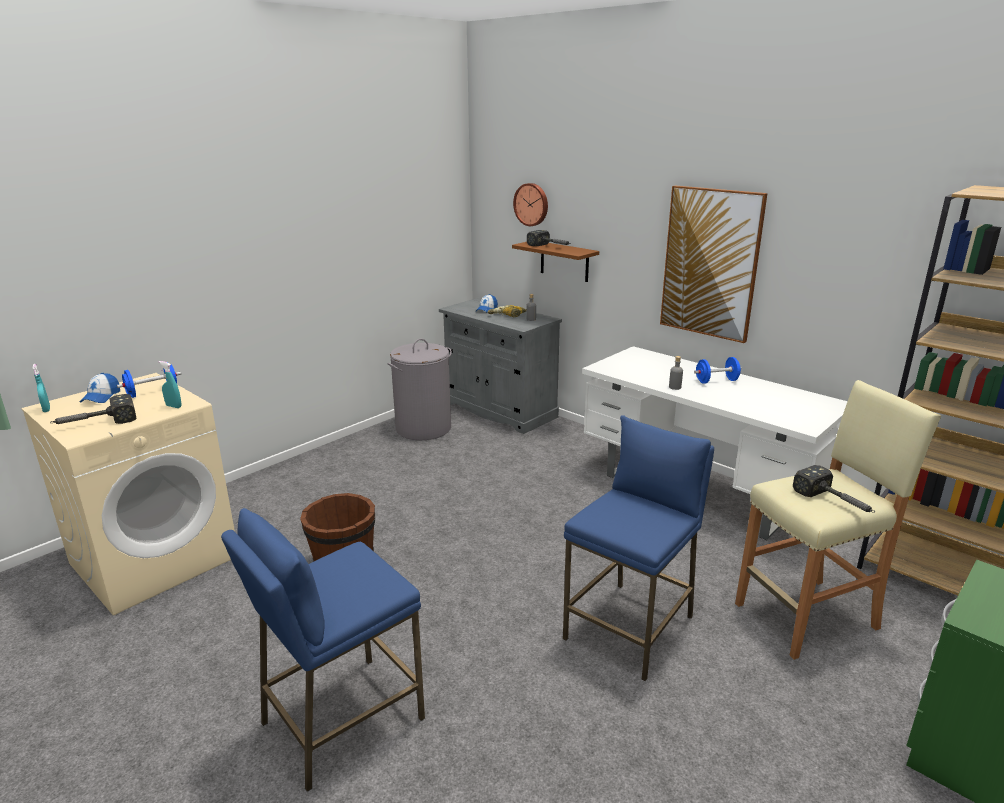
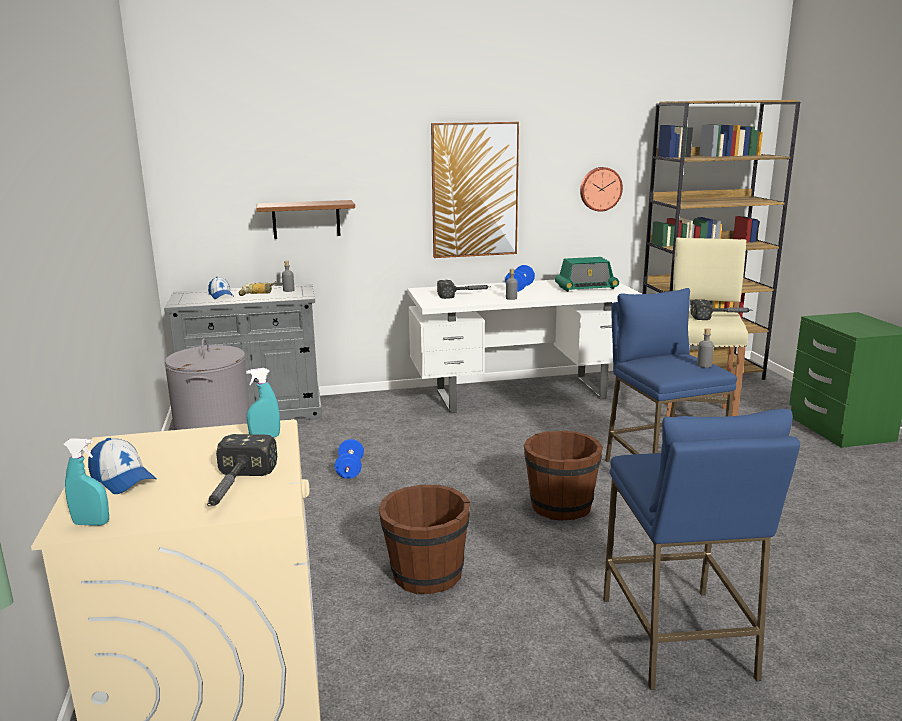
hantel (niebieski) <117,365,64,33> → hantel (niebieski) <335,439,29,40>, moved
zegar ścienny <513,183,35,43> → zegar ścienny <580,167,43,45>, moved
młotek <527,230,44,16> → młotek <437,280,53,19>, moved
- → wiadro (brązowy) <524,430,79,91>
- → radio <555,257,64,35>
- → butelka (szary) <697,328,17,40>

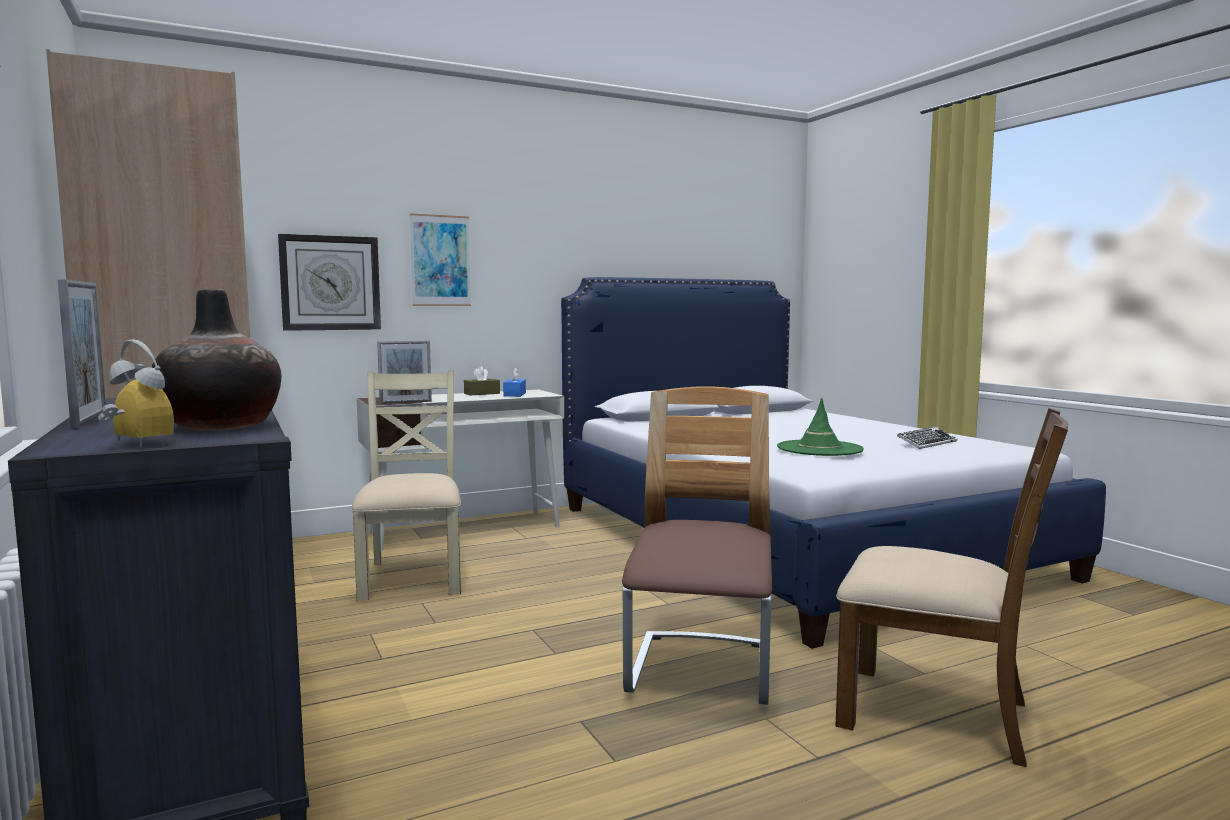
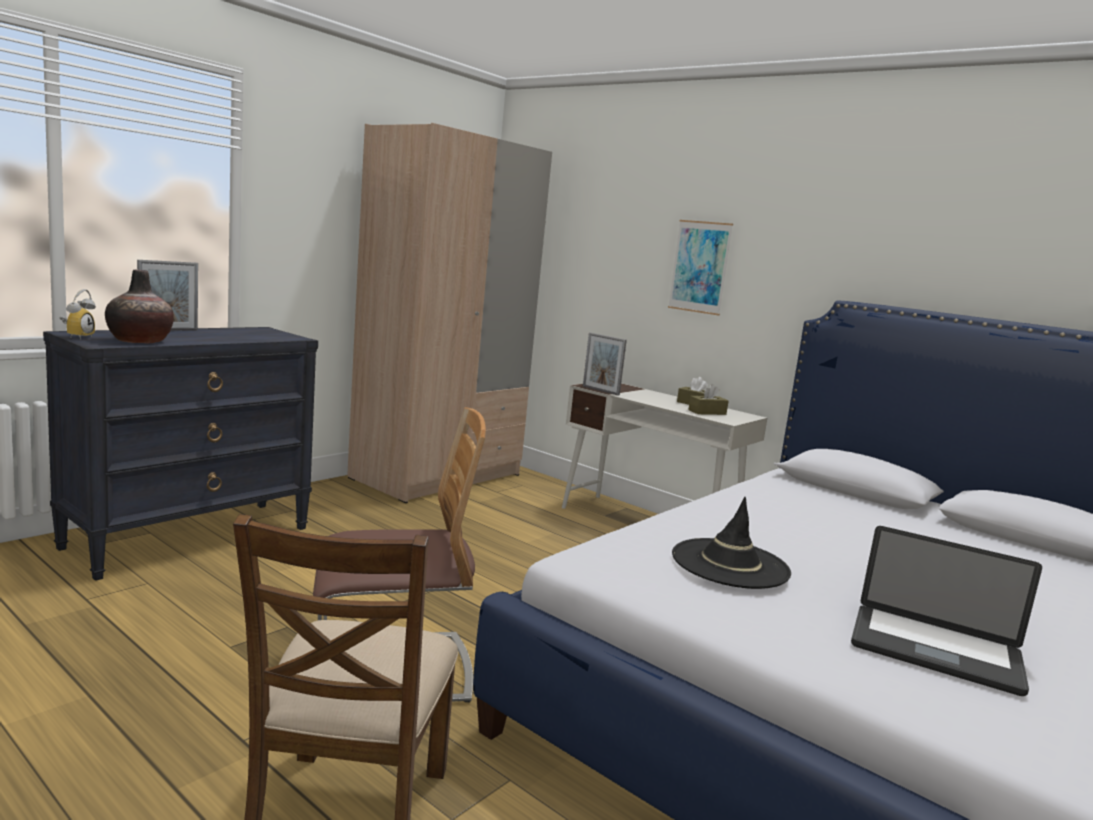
zegar ścienny <278,234,103,97> → -
krzesło (beżowy) <351,370,110,231> → -
pudełko chusteczek (niebieski) <503,367,23,30> → pudełko chusteczek (brązowy) <688,384,41,31>
kapelusz (zielony) <777,398,87,58> → kapelusz (czarny) <672,497,119,92>
klawiatura <897,427,60,22> → laptop <851,526,191,170>

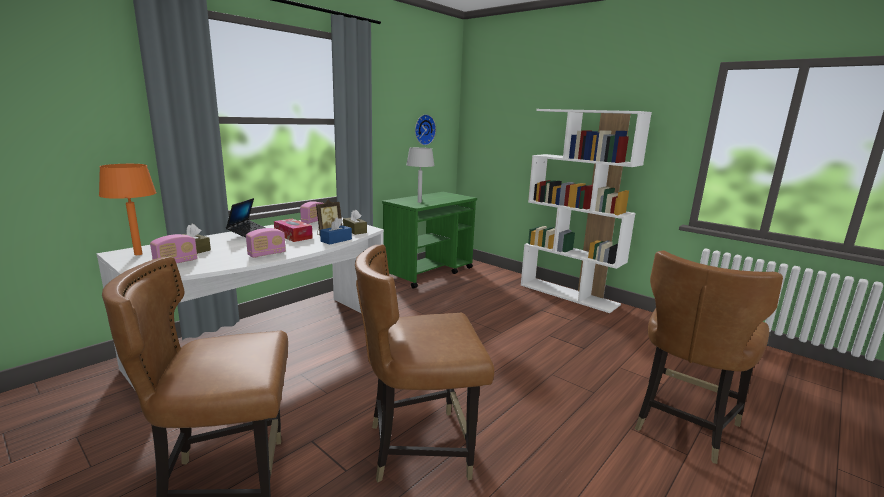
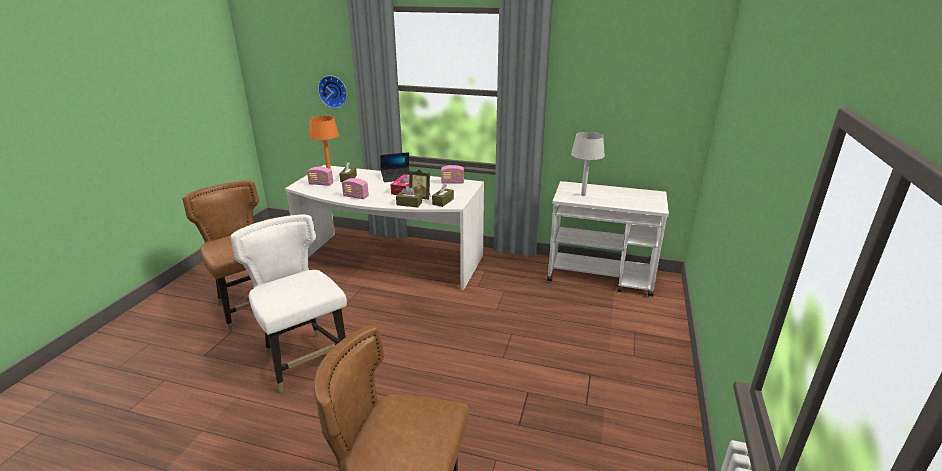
pudełko chusteczek (niebieski) <320,217,32,28> → pudełko chusteczek (brązowy) <396,186,26,21>
krzesło (brązowy) <355,245,139,238> → krzesło (biały) <231,214,116,179>
wózek (zielony) <382,192,95,97> → wózek (biały) <547,181,122,116>
zegar ścienny <415,114,21,31> → zegar ścienny <318,76,29,33>, moved
regał (biały) <521,109,131,204> → -

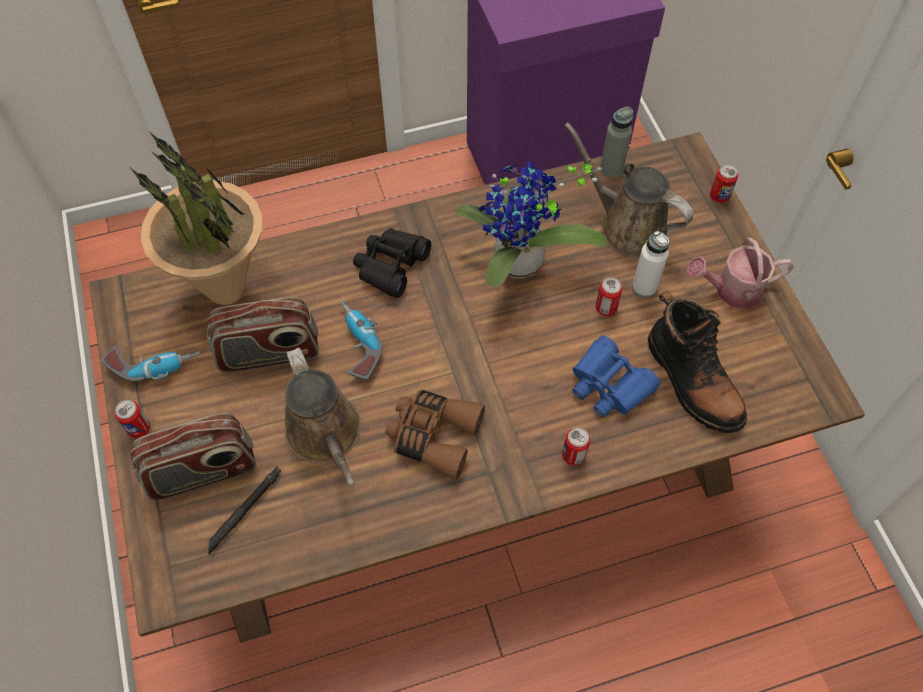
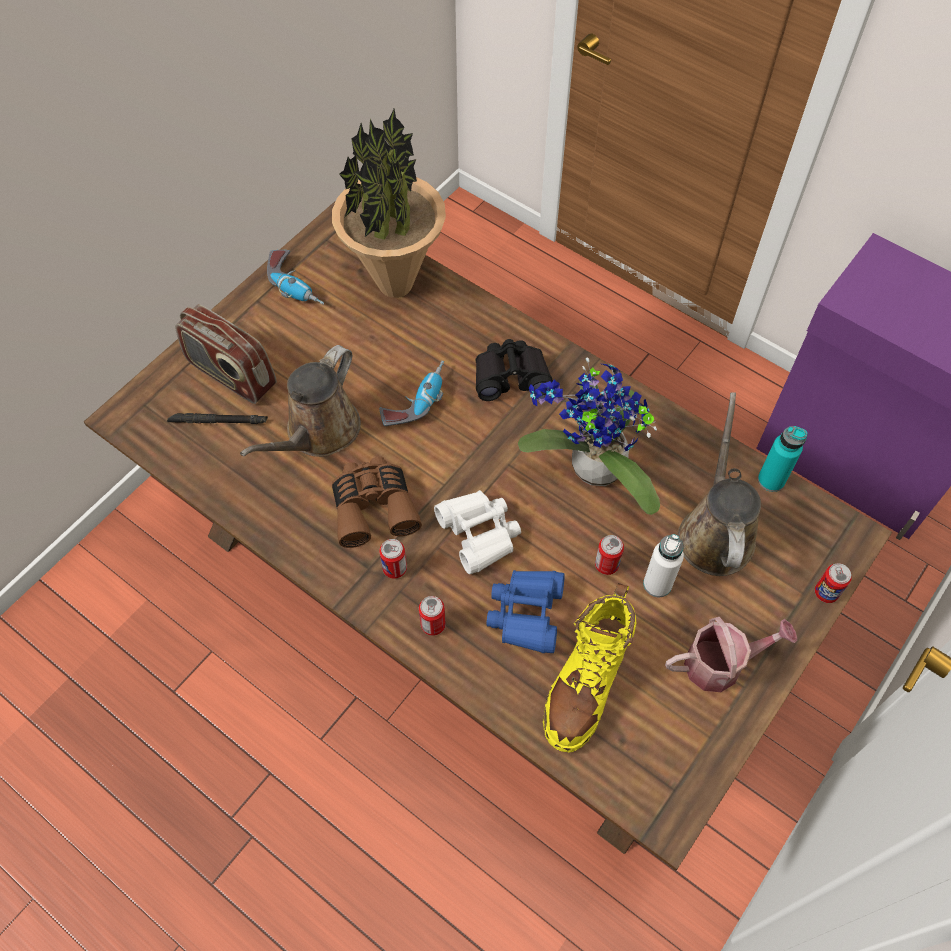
puszka <115,400,35,38> → puszka <379,539,28,40>, moved
radio <207,297,112,76> → -
butelka (szary) <600,106,33,71> → butelka (turkusowy) <758,426,50,66>
but z cholewką (czarny) <648,290,99,143> → but z cholewką (żółty) <543,583,94,170>
konewka <686,237,108,72> → konewka <665,617,132,75>, 120 degrees clockwise
- → lornetka (biały) <434,490,87,84>

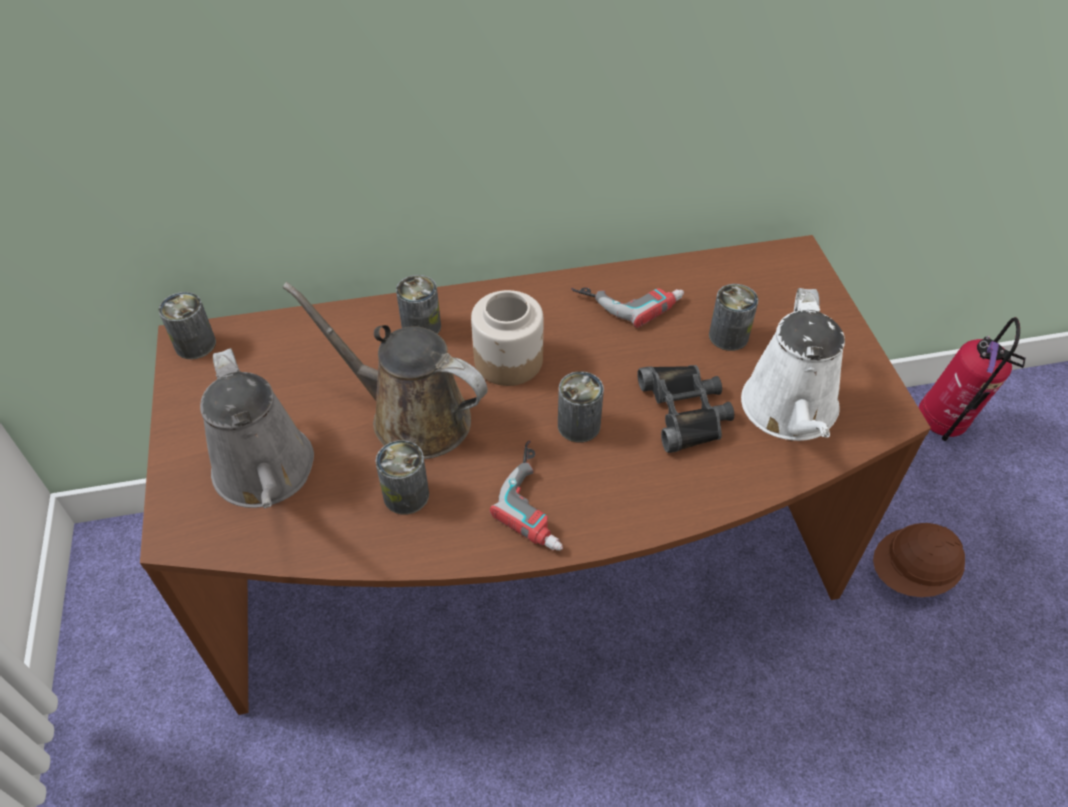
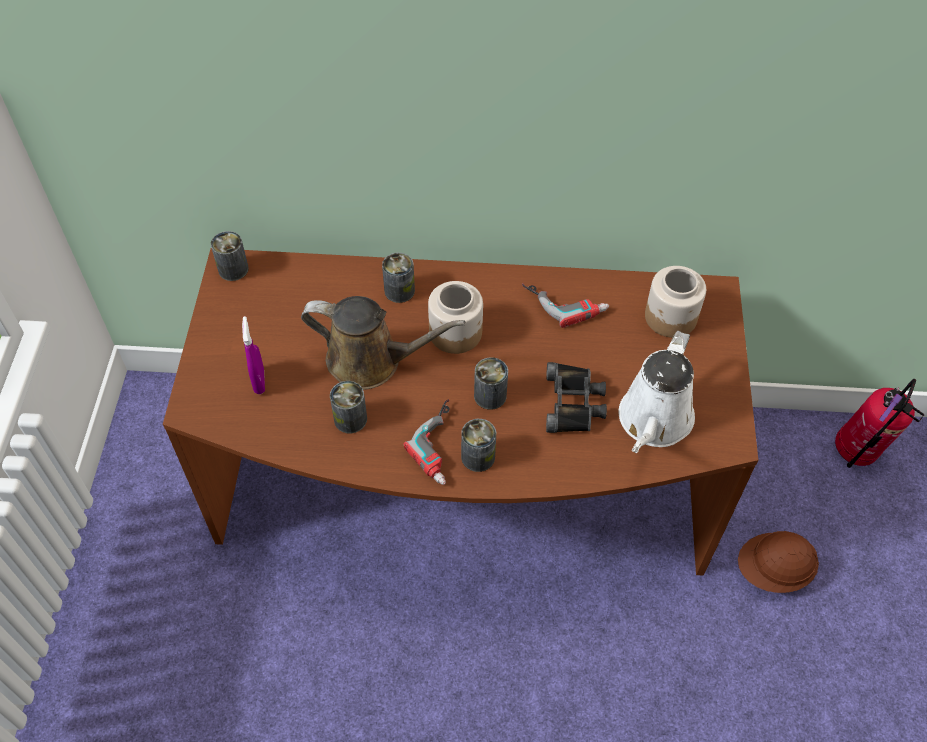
konewka (szary) <200,348,114,160> → spryskiwacz (fioletowy) <242,316,23,78>
konewka (brązowy) <283,282,205,177> → konewka (brązowy) <301,296,164,94>, 150 degrees clockwise
puszka <709,284,49,67> → puszka <461,419,35,53>, moved
- → słoik <645,266,61,72>

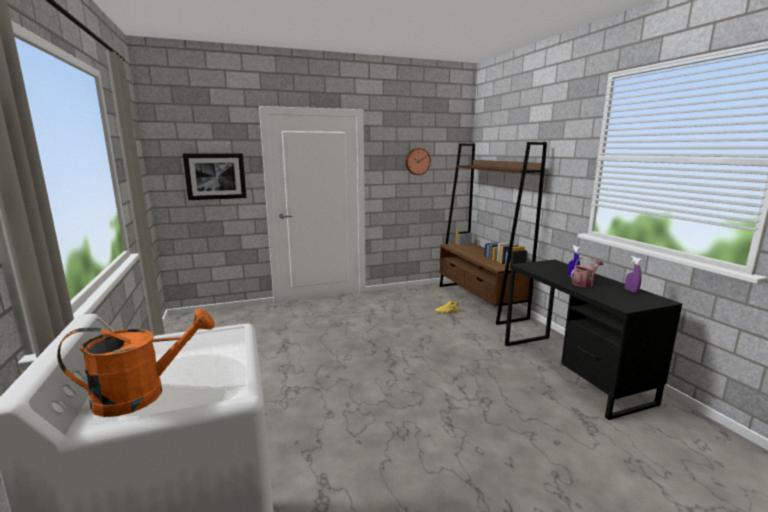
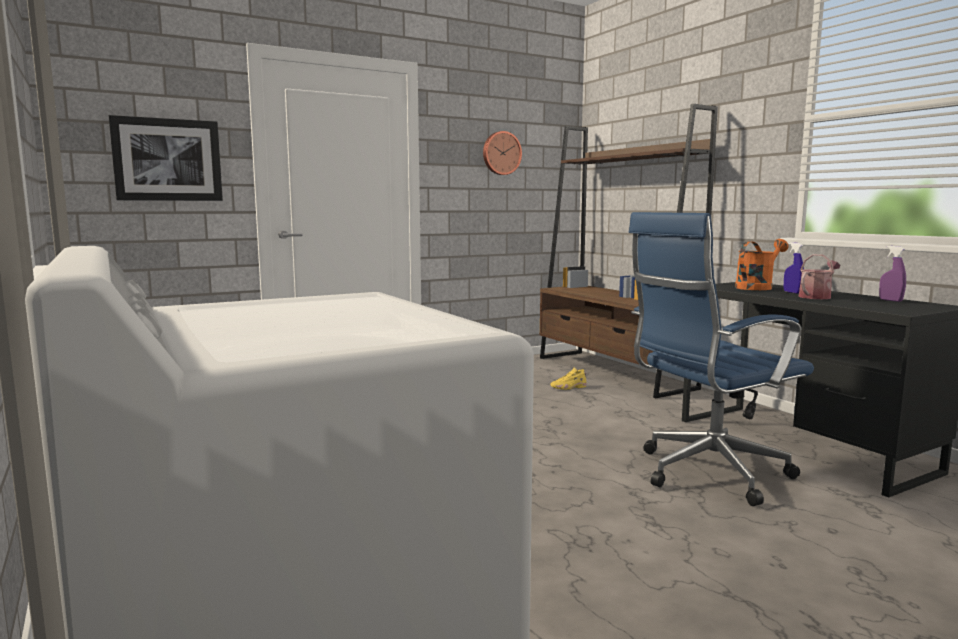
konewka (pomarańczowy) <57,308,158,109> → konewka (pomarańczowy) <735,239,54,51>, moved
- → krzesło biurowe (niebieski) <629,212,185,294>

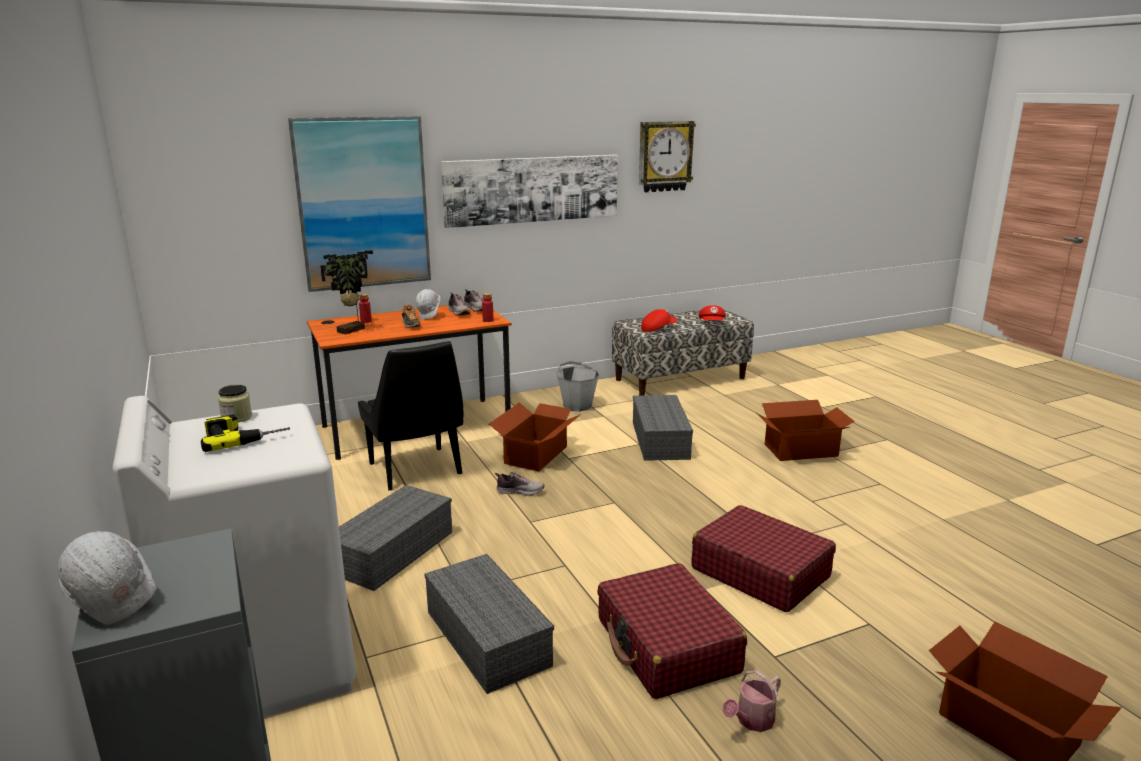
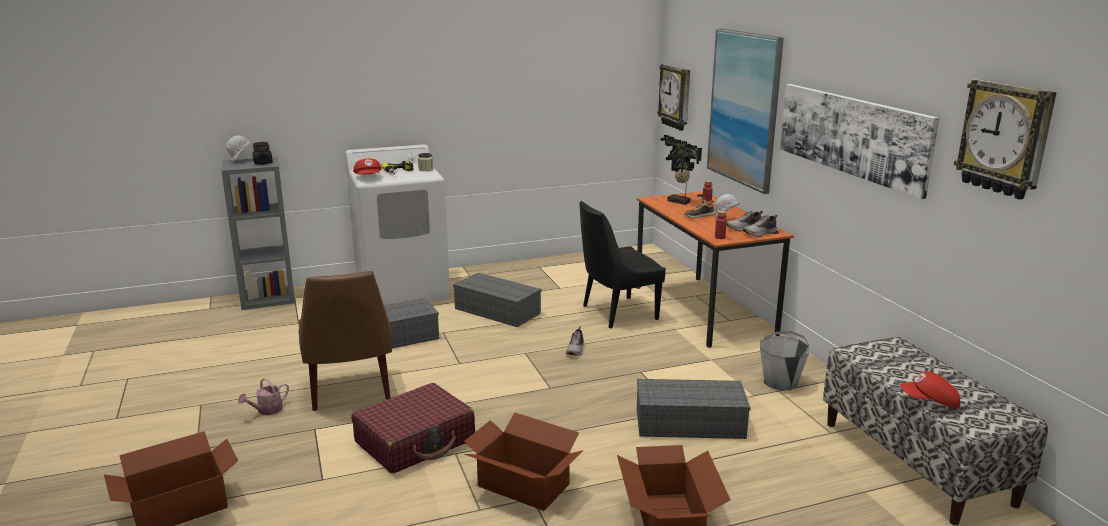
karton <489,403,92,68> → karton <464,412,119,99>, moved
walizka (czerwony) <598,563,149,136> → krzesło (brązowy) <298,271,94,140>
czapka z daszkiem (czerwony) <641,309,36,23> → czapka z daszkiem (czerwony) <353,158,29,17>, moved
konewka <722,670,59,62> → konewka <238,378,51,37>, 105 degrees counterclockwise
- → słoik (czarny) <253,142,20,23>
- → zegar ścienny <657,64,33,67>

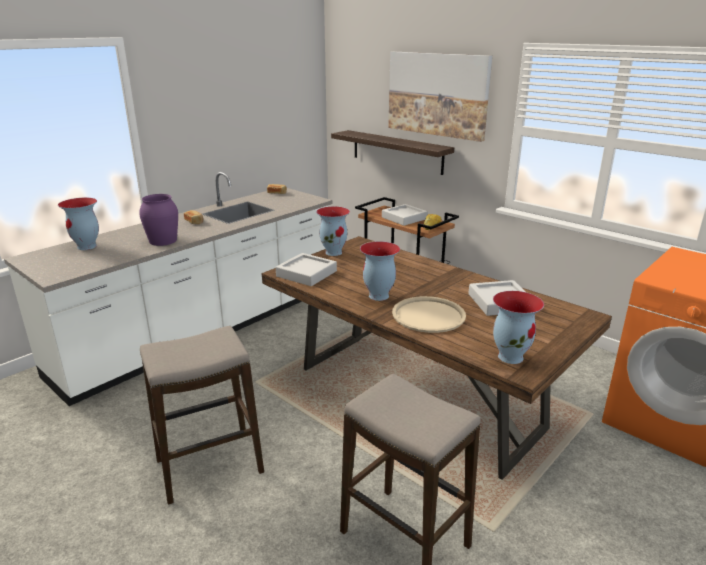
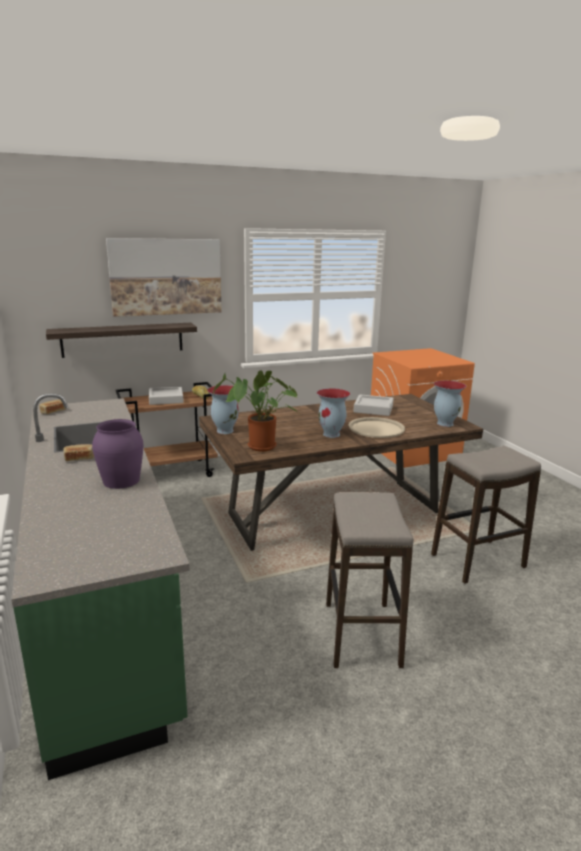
zabudowa kuchenna (biały) <4,172,328,234> → zabudowa kuchenna (zielony) <11,393,179,387>
wazon <58,198,41,52> → -
taca (szary) <276,253,61,33> → roślina doniczkowa <213,370,86,81>

